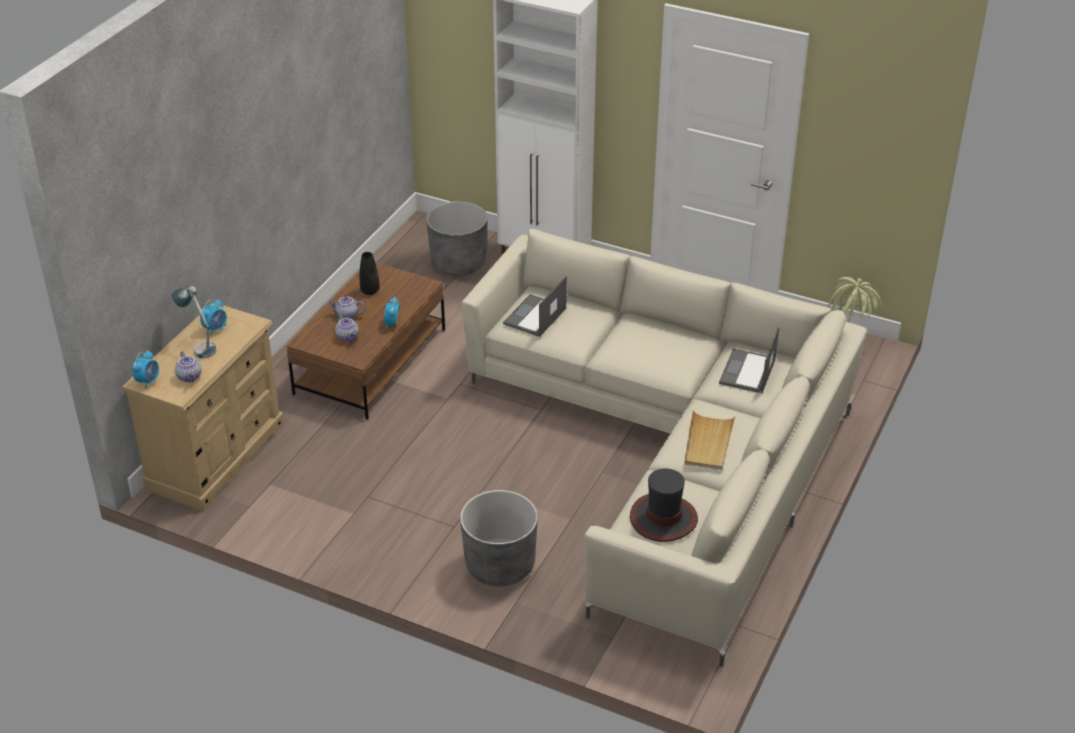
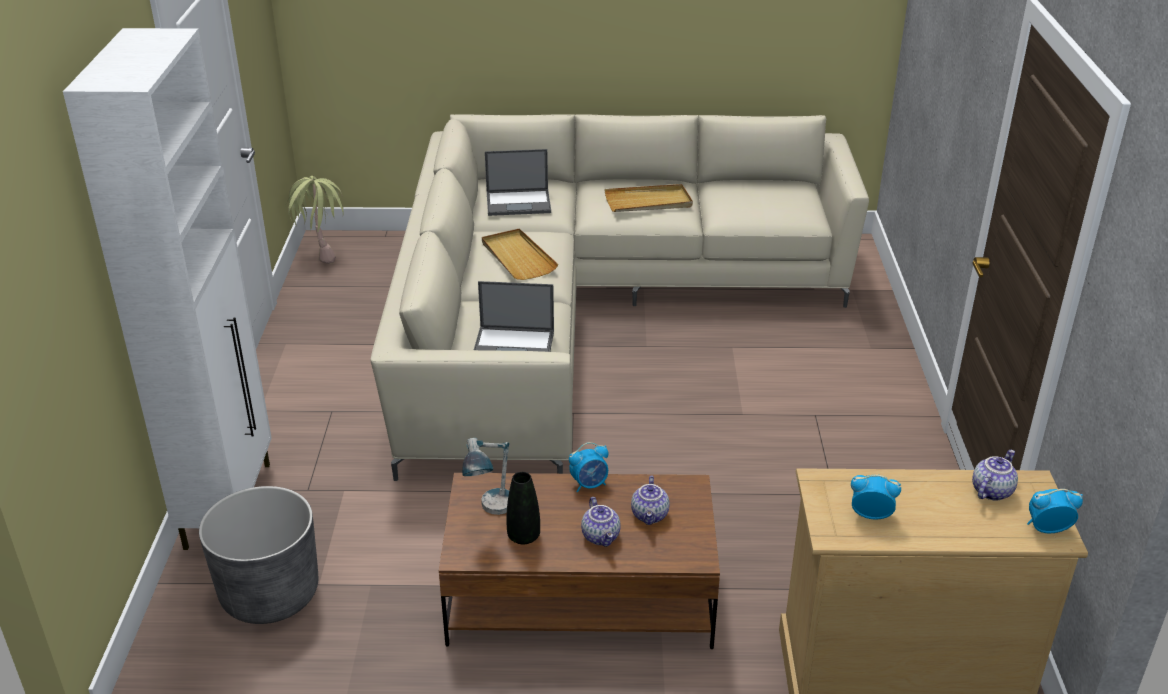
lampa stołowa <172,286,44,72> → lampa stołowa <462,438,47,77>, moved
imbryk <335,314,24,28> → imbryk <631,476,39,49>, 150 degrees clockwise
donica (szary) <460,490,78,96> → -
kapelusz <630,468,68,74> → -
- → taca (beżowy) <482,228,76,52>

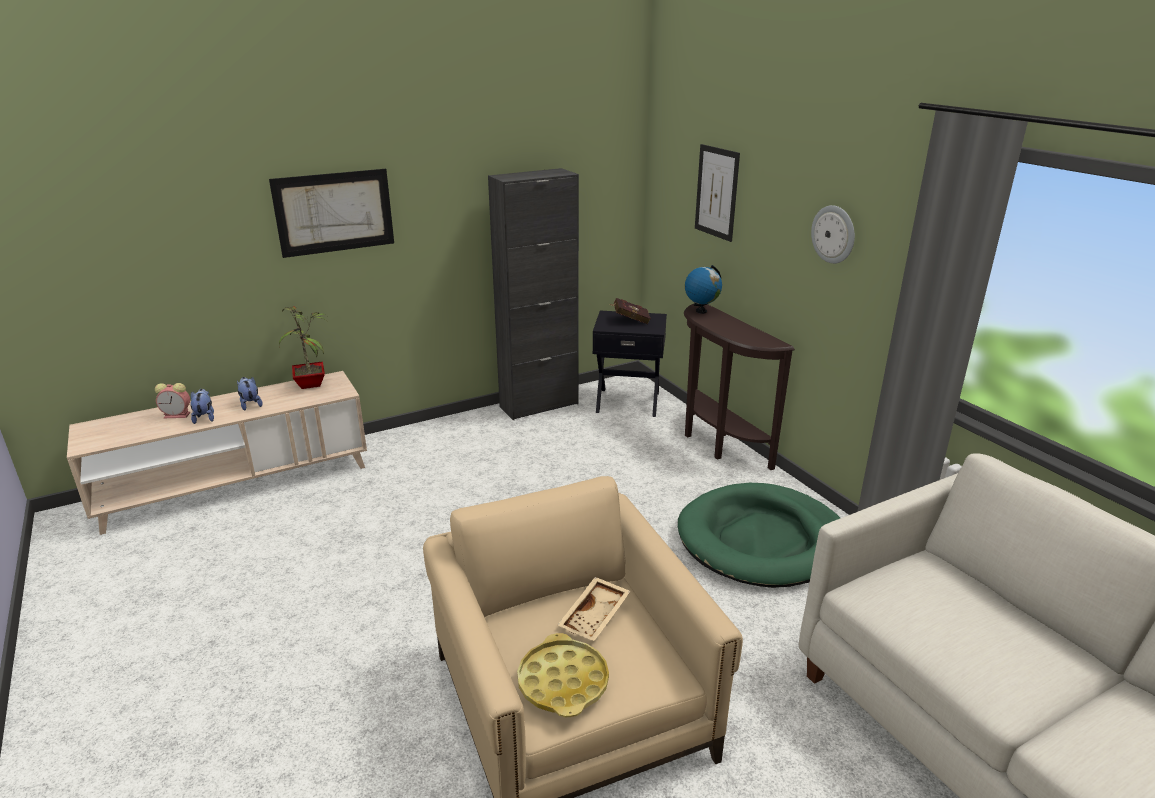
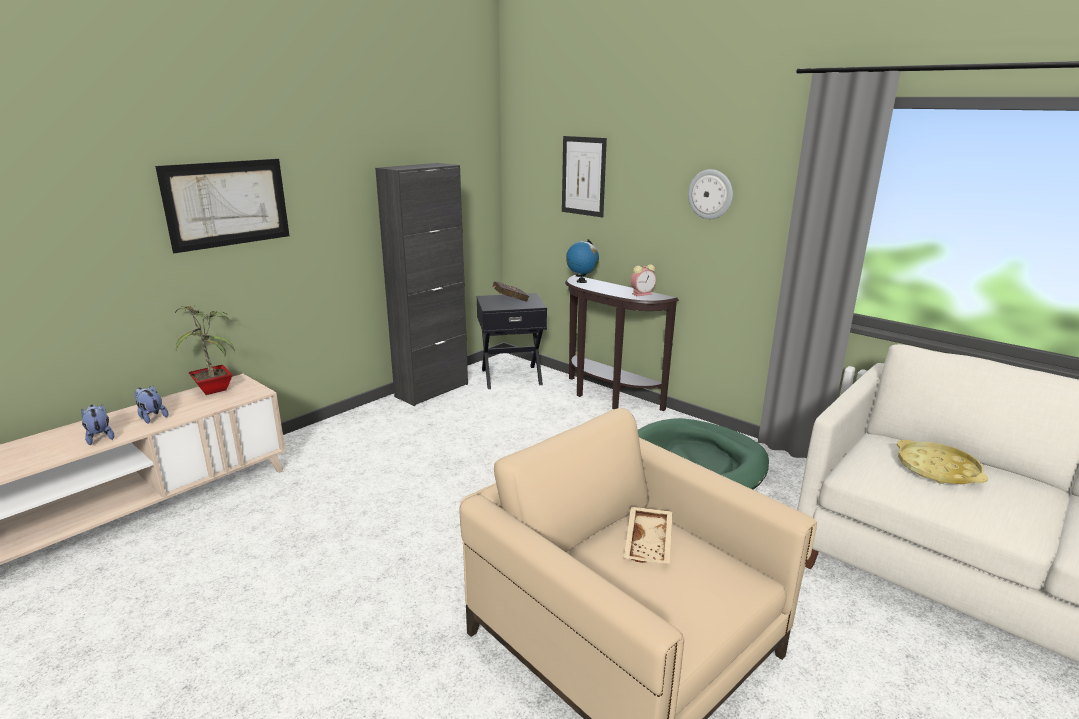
budzik <155,383,35,35> → budzik <631,264,25,32>, moved
taca (żółty) <517,633,92,84> → taca (żółty) <897,440,91,44>, moved

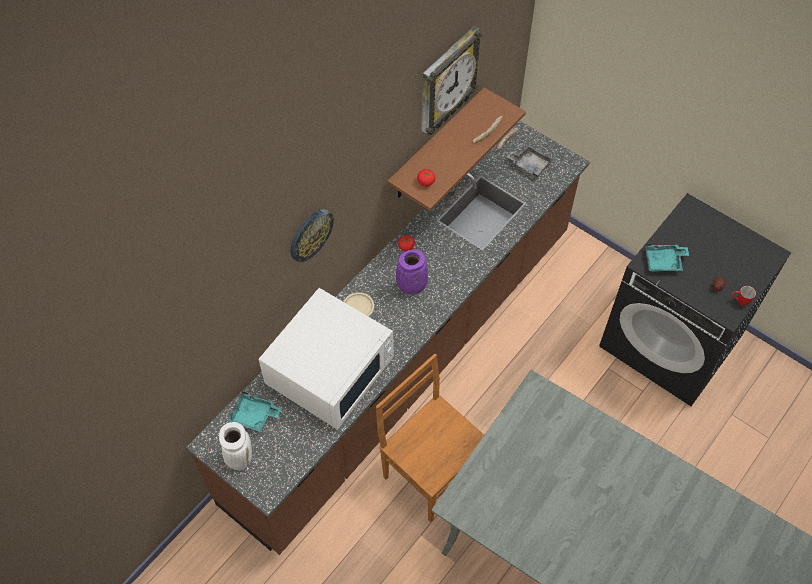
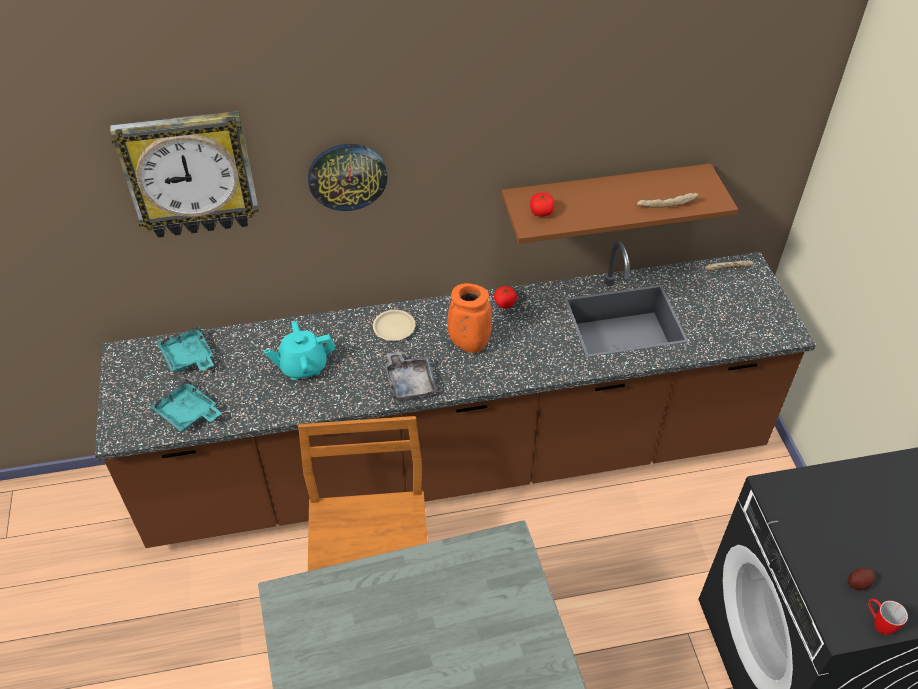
wazon (biały) <219,422,33,48> → -
mikrofalówka (biały) <259,288,135,142> → imbryk (turkusowy) <264,321,71,59>
wazon (fioletowy) <396,249,32,45> → wazon (pomarańczowy) <447,283,45,70>
zegar ścienny <421,26,62,109> → zegar ścienny <110,111,149,126>, moved
taca (szary) <507,145,46,33> → taca (szary) <385,351,52,50>, moved
taca (turkusowy) <645,243,44,29> → taca (turkusowy) <150,378,72,53>, moved

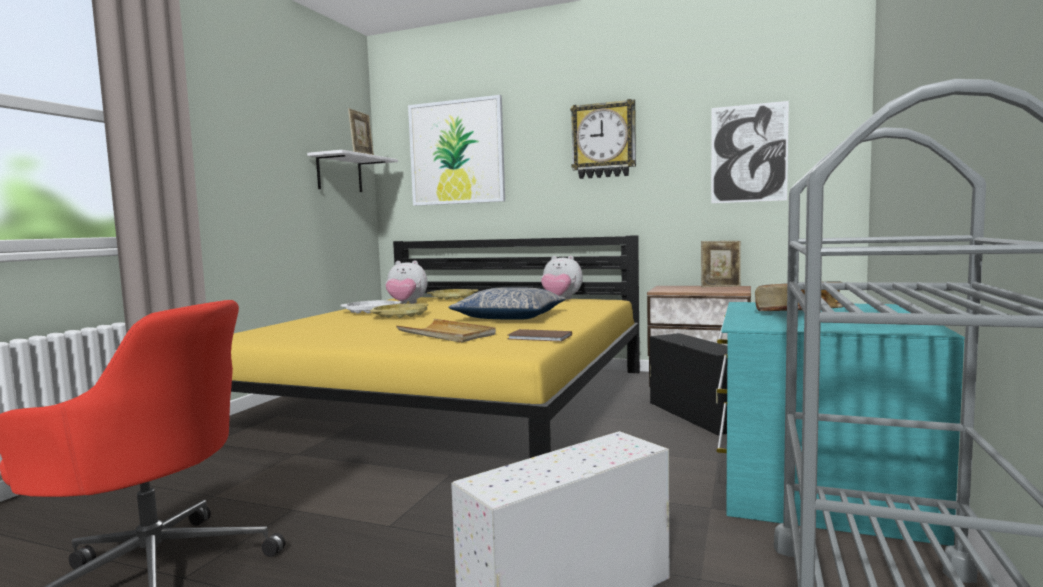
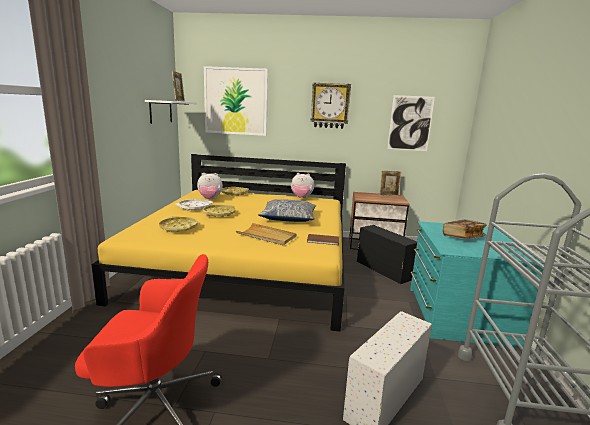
- → taca (żółty) <159,216,39,16>

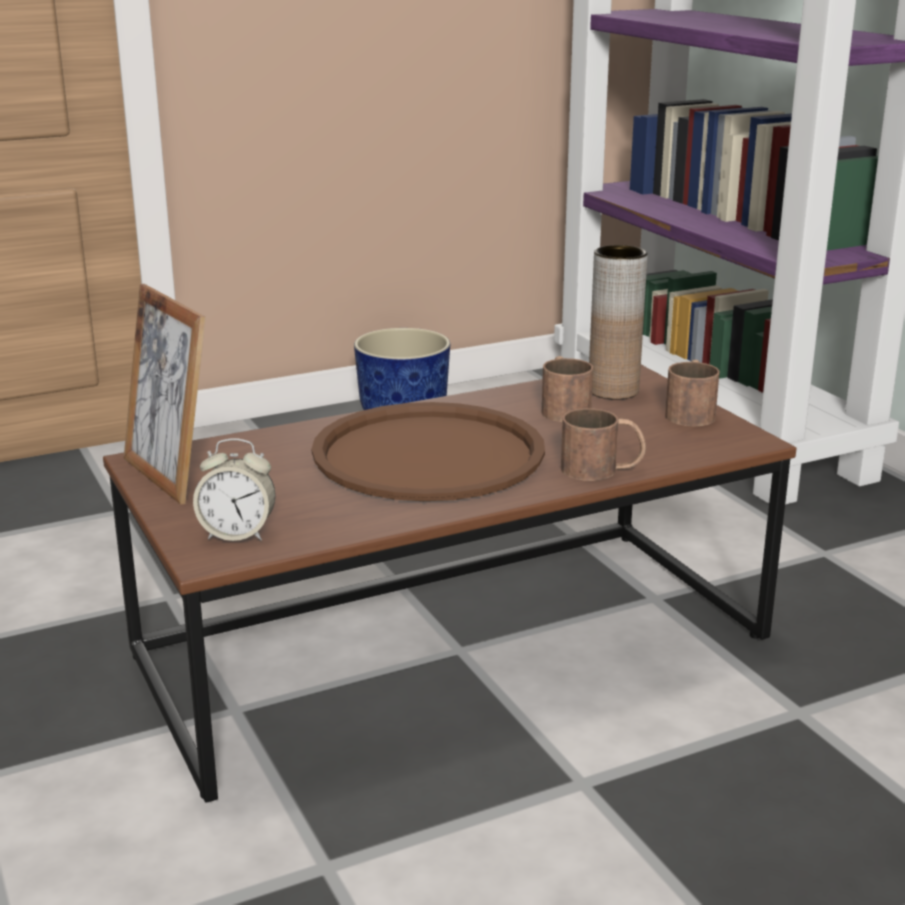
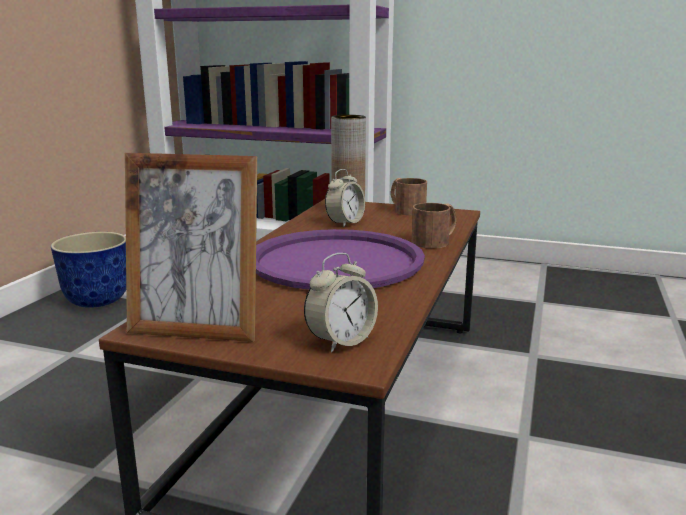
taca (brązowy) <312,402,233,99> → taca (fioletowy) <256,229,169,61>
kubek (brązowy) <542,356,51,66> → budzik <325,169,40,58>

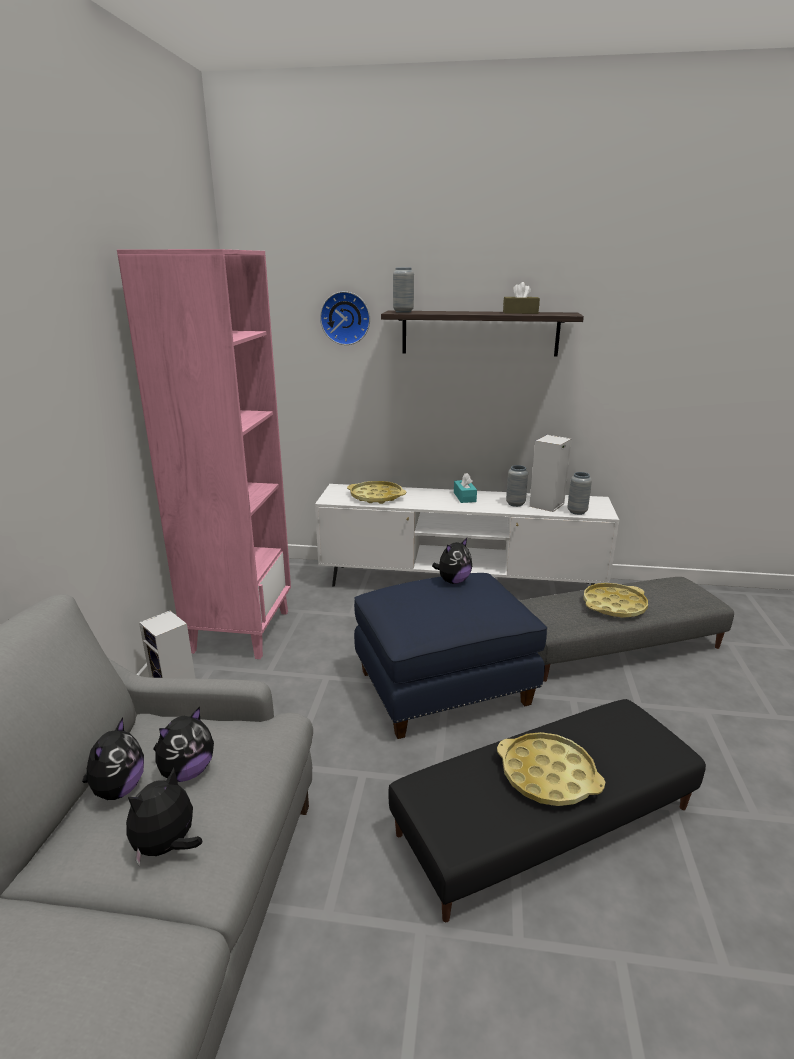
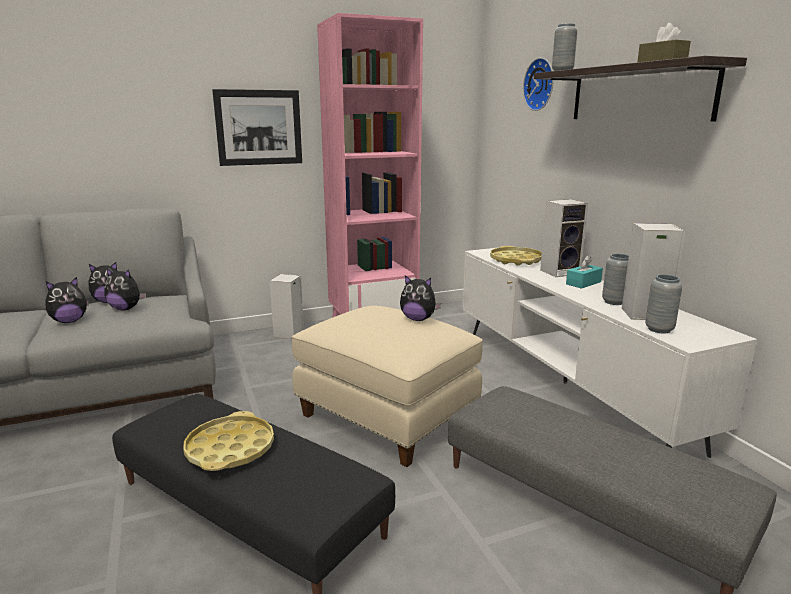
pluszak <126,768,76,98> → pluszak <45,277,44,46>, 135 degrees clockwise
pufa (niebieski) <354,573,193,166> → pufa (beżowy) <292,306,191,161>
taca (żółty) <583,583,65,35> → -
- → obraz <212,89,90,77>
- → głośnik <540,199,48,78>

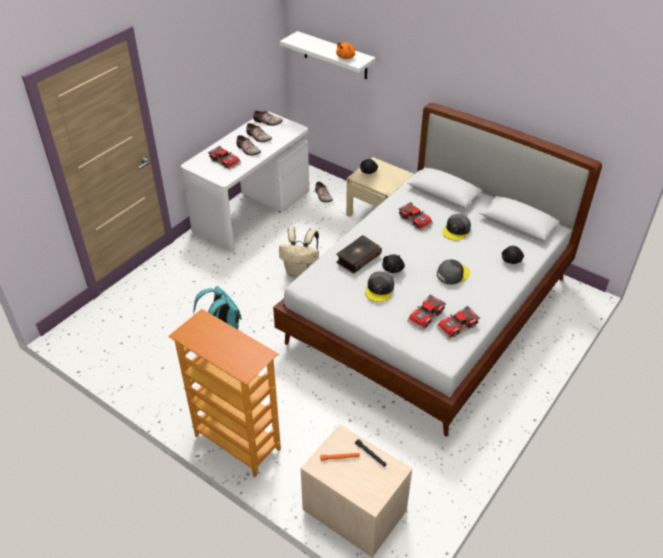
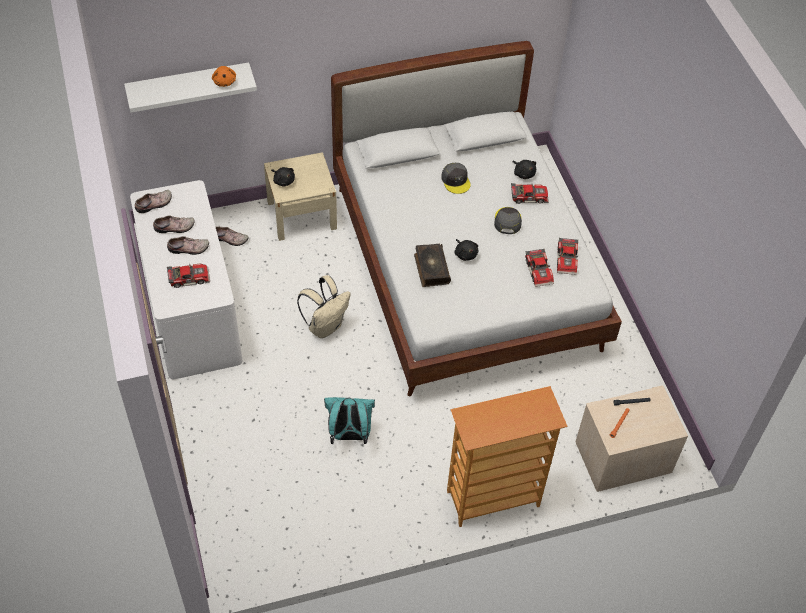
czapka z daszkiem (szary) <365,271,29,31> → -
samochodzik <398,202,35,29> → samochodzik <511,183,38,21>, moved

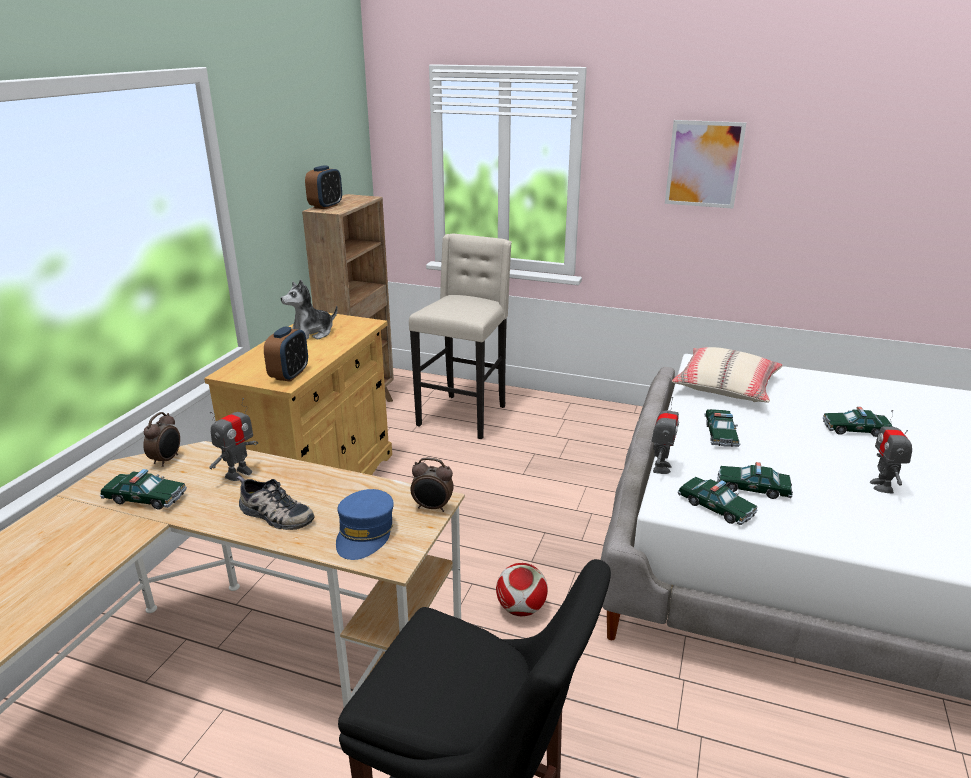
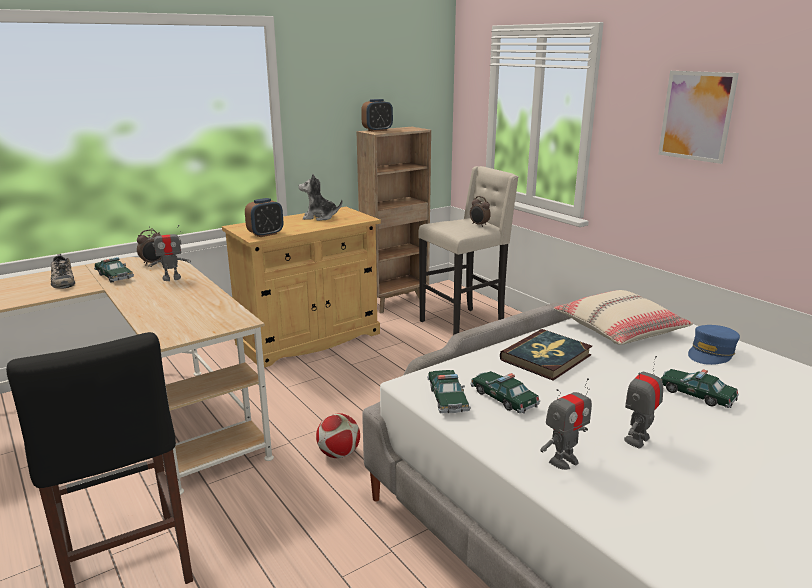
but <236,476,78,54> → but <51,254,24,35>, moved
czapka z daszkiem (niebieski) <336,489,58,71> → czapka z daszkiem (niebieski) <688,325,52,40>, moved
budzik <410,458,44,54> → budzik <470,196,21,31>, moved
robot zabawkowy <652,397,27,77> → robot zabawkowy <540,378,52,92>, moved
samochodzik <704,409,36,38> → książka <500,329,92,52>

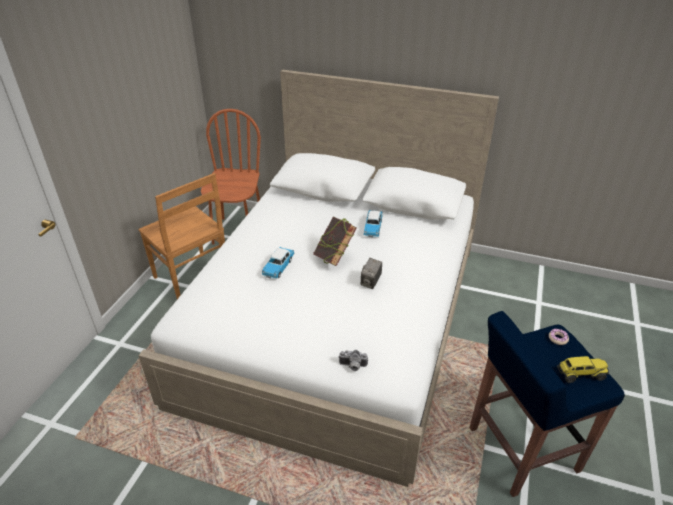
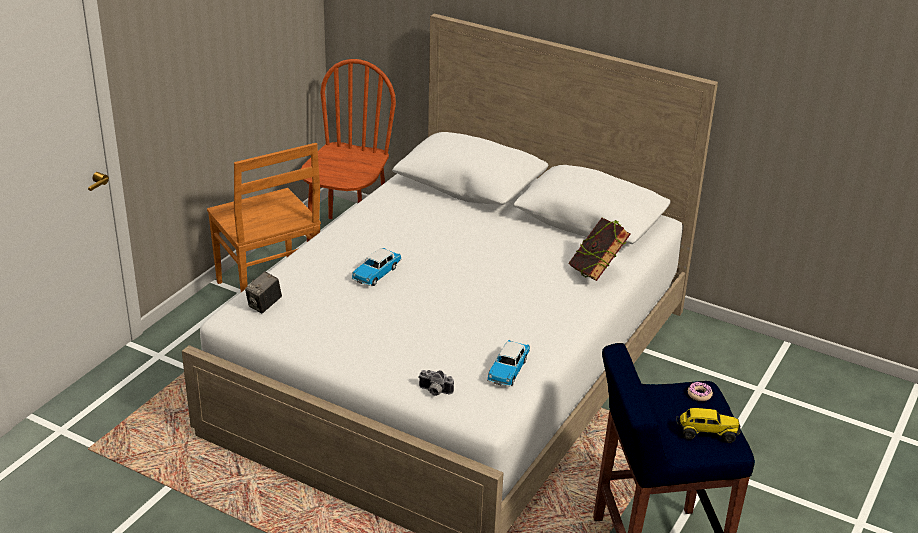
książka <313,217,44,49> → książka <568,218,63,63>, moved
aparat fotograficzny <361,258,21,31> → aparat fotograficzny <245,271,37,42>, moved
samochodzik <363,210,20,27> → samochodzik <487,340,43,47>, moved

